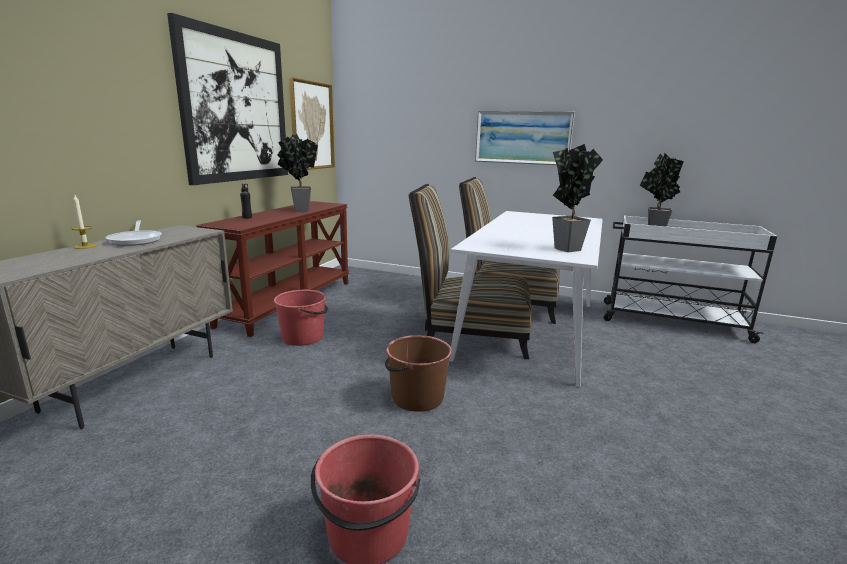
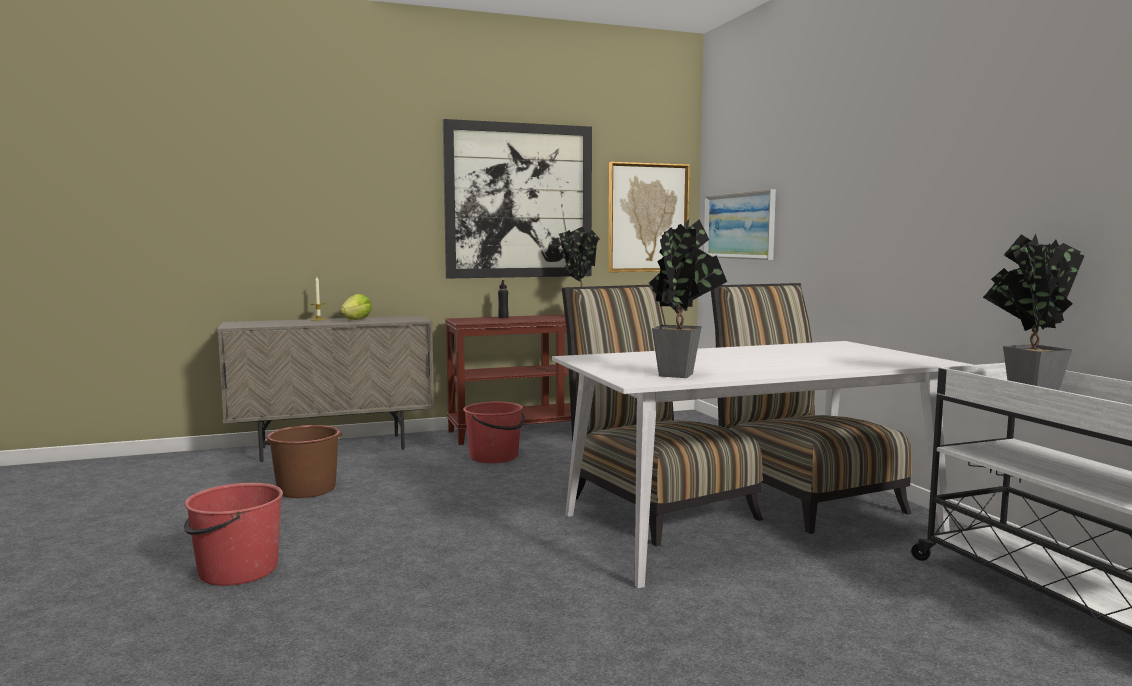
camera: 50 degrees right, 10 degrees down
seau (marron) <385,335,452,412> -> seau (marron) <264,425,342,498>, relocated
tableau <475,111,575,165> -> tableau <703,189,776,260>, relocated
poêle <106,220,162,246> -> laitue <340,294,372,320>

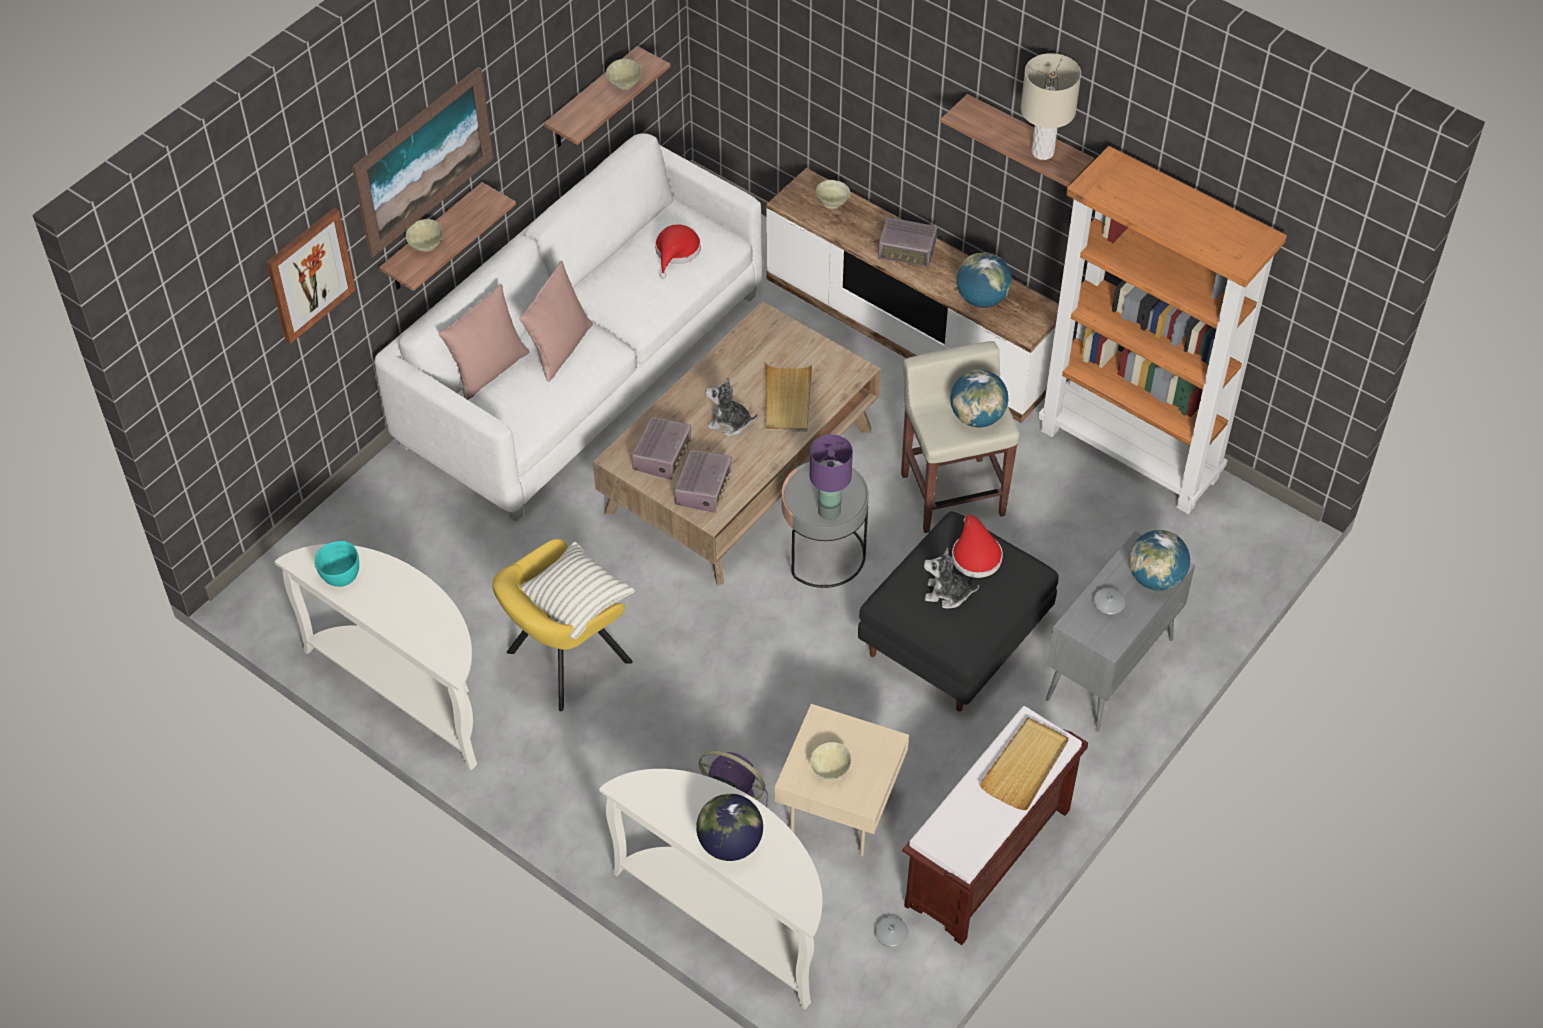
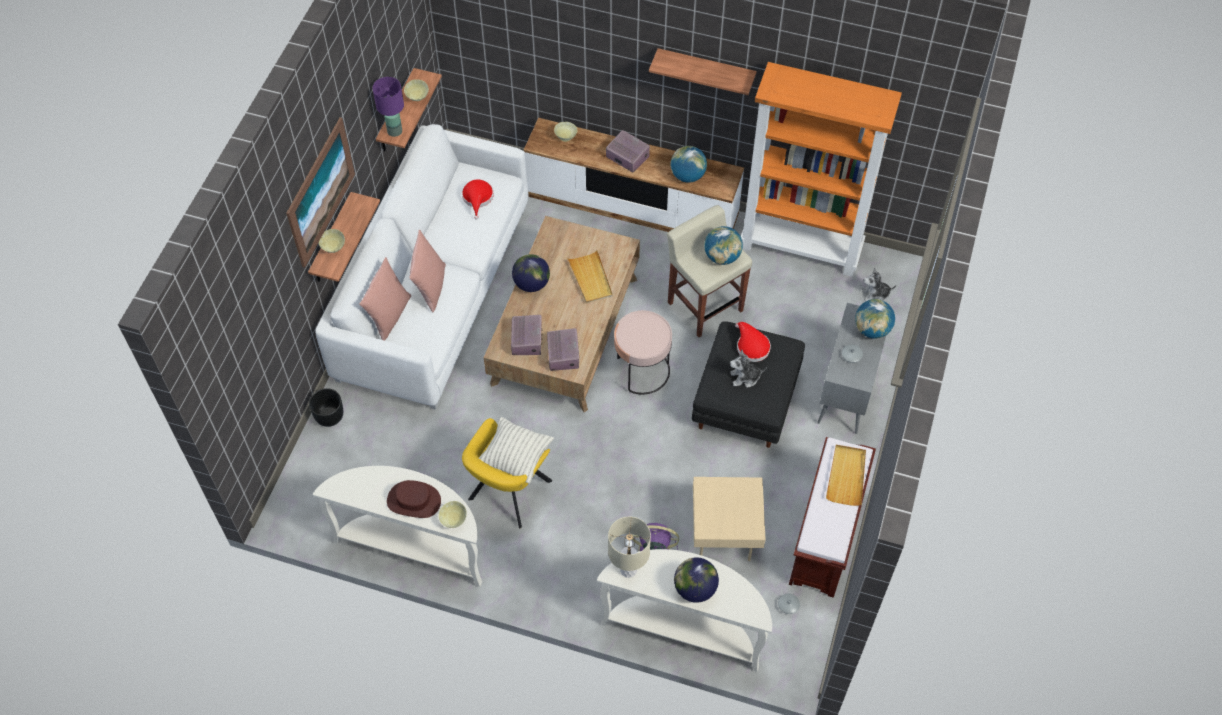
camera: 20 degrees left, 5 degrees up
tableau <266,208,356,344> -> none
bol (turquoise) <315,541,359,587> -> none
none -> cache-pot (noir) <309,388,343,427>
none -> chapeau (marron) <387,480,441,518>
none -> globe <512,254,550,292>
peluche <705,377,758,436> -> peluche <862,268,896,302>, relocated
lampe de table (violet) <810,434,853,520> -> lampe de table (violet) <373,77,404,137>, relocated
bol (beige) <810,742,851,780> -> bol (beige) <439,501,467,528>, relocated
lampe de table (beige) <1021,53,1081,160> -> lampe de table (beige) <608,517,651,578>, relocated
table d'appoint (gris) <782,460,869,588> -> table d'appoint (rose) <614,311,672,394>
radio <878,217,937,268> -> radio <606,130,650,172>, 135 degrees counterclockwise

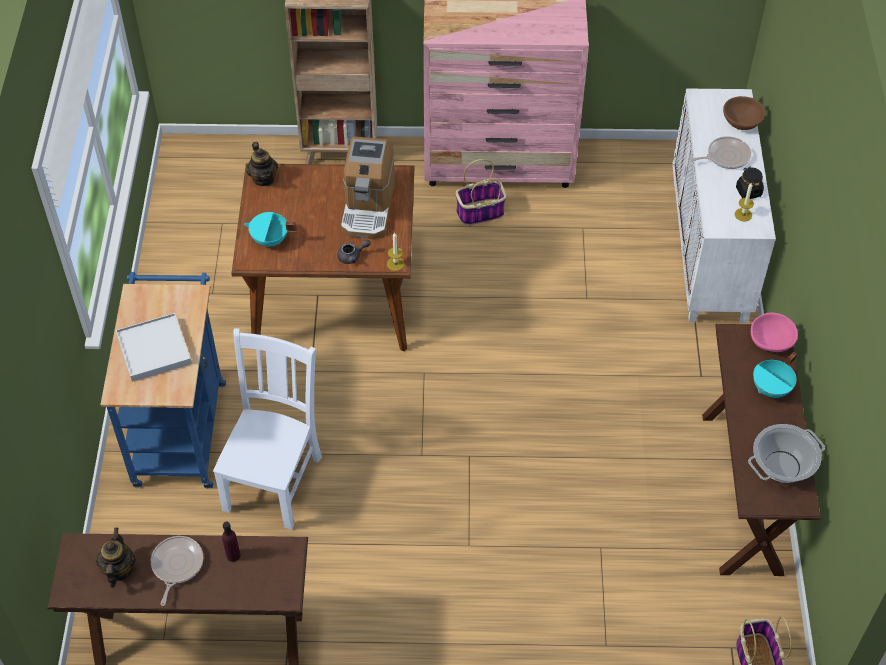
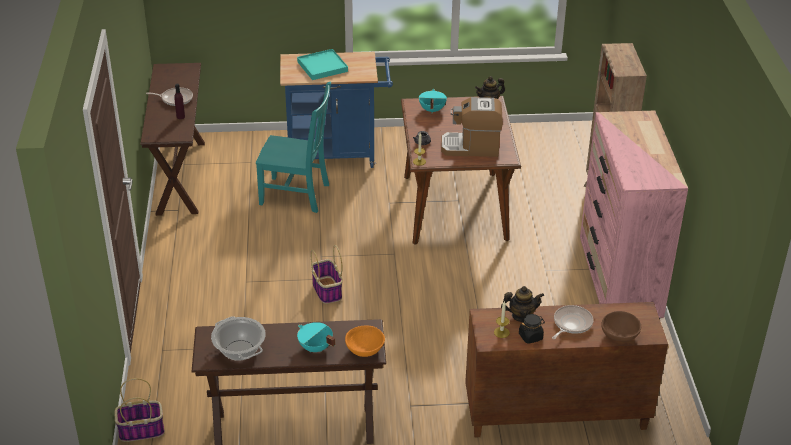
camera: 85 degrees right, 15 degrees down
théière <96,528,136,588> -> théière <501,286,544,322>, relocated
panier <455,159,506,225> -> panier <310,245,343,304>, relocated
plateau (blanc) <116,313,192,382> -> plateau (turquoise) <297,49,348,80>
chaise (blanc) <213,328,322,530> -> chaise (turquoise) <256,81,331,213>
meuble de rangement (blanc) <672,89,776,323> -> meuble de rangement (marron) <465,302,668,437>
bol (rose) <751,312,798,352> -> bol (orange) <345,326,385,357>
poêle <690,136,751,169> -> poêle <552,305,593,339>, 120 degrees counterclockwise

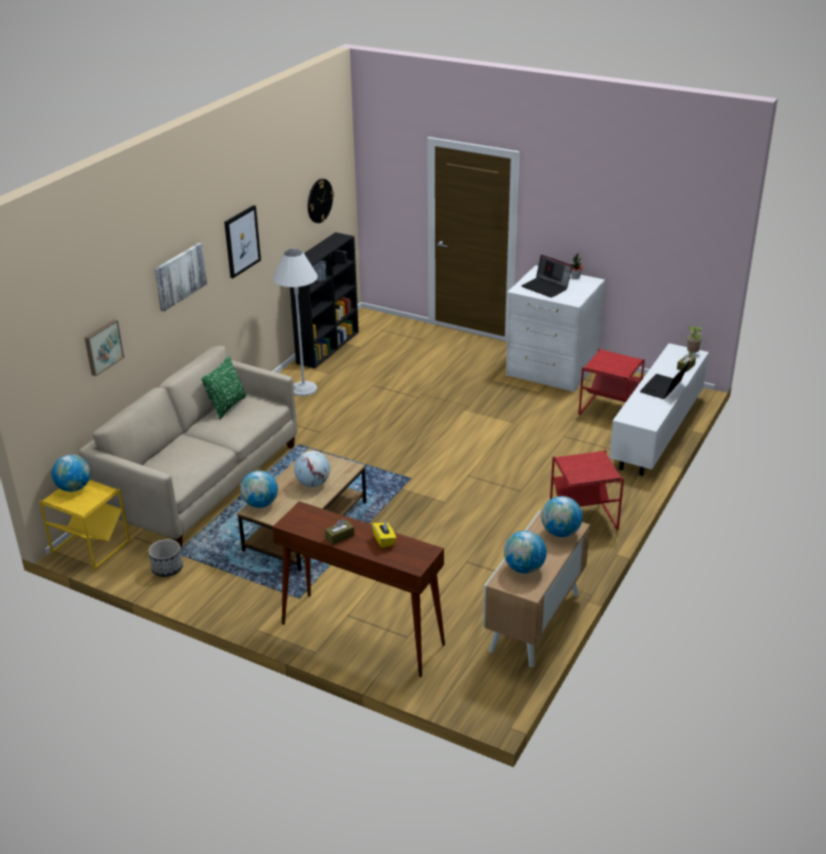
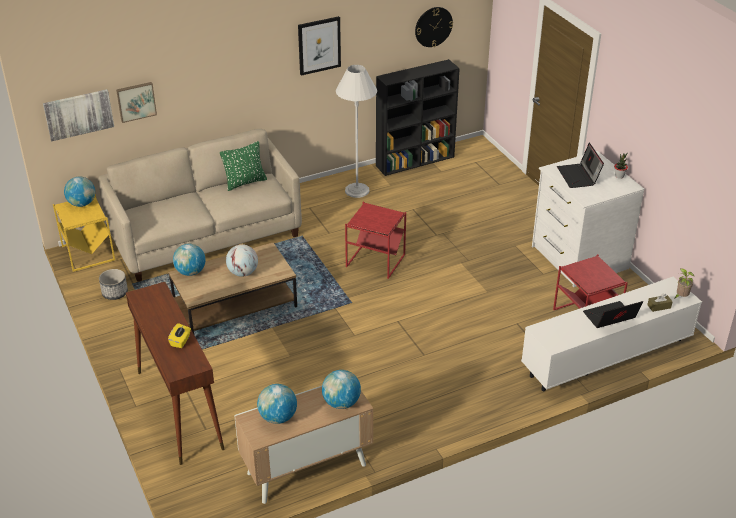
camera: 35 degrees right, 5 degrees up
boîte à mouchoirs (marron) <325,519,355,545> -> none
tableau <154,243,207,312> -> tableau <43,89,114,141>, relocated
table d'appoint (rouge) <550,450,624,530> -> table d'appoint (rouge) <345,202,406,279>, relocated

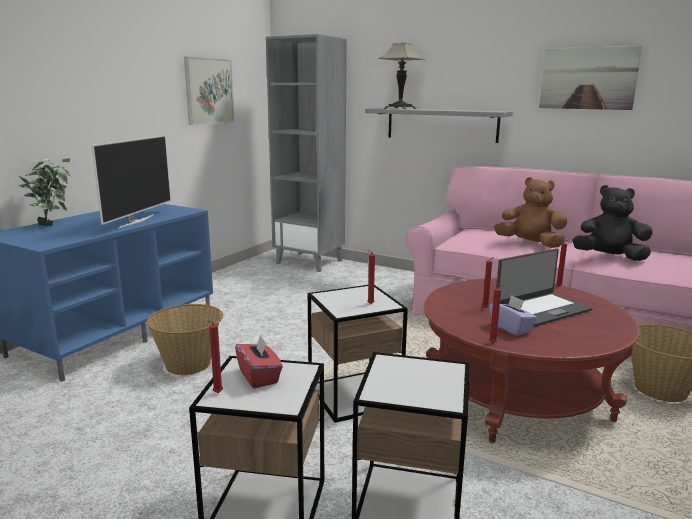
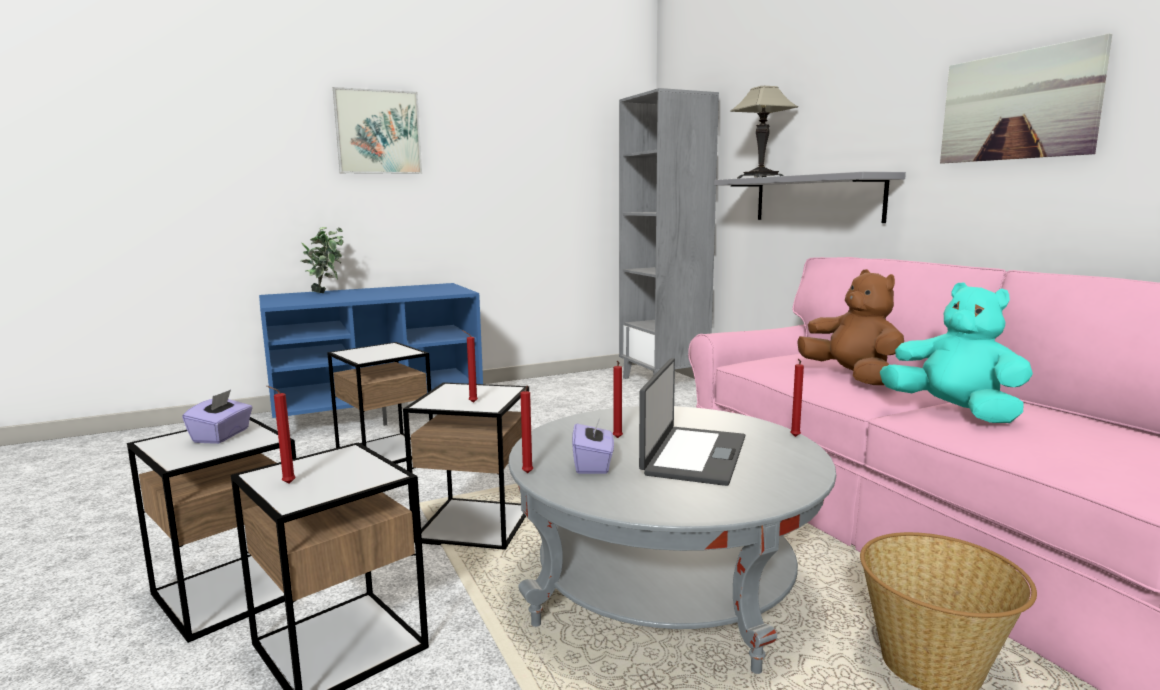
camera: 35 degrees right, 5 degrees down
téléviseur <91,135,171,228> -> none
tableau <184,56,234,125> -> tableau <333,87,422,174>, relocated
bougie (rouge) <207,321,223,393> -> bougie (rouge) <267,386,296,484>, relocated
panier <146,304,223,375> -> table d'appoint <327,342,433,464>
boîte à mouchoirs (rouge) <235,334,283,389> -> boîte à mouchoirs (violet) <182,390,253,444>
table basse (rouge) <424,278,640,443> -> table basse (gris) <508,406,836,674>
peluche (noir) <572,185,652,261> -> peluche (turquoise) <880,282,1033,423>
ordinateur portable <496,248,593,327> -> ordinateur portable <639,358,745,486>, 75 degrees counterclockwise

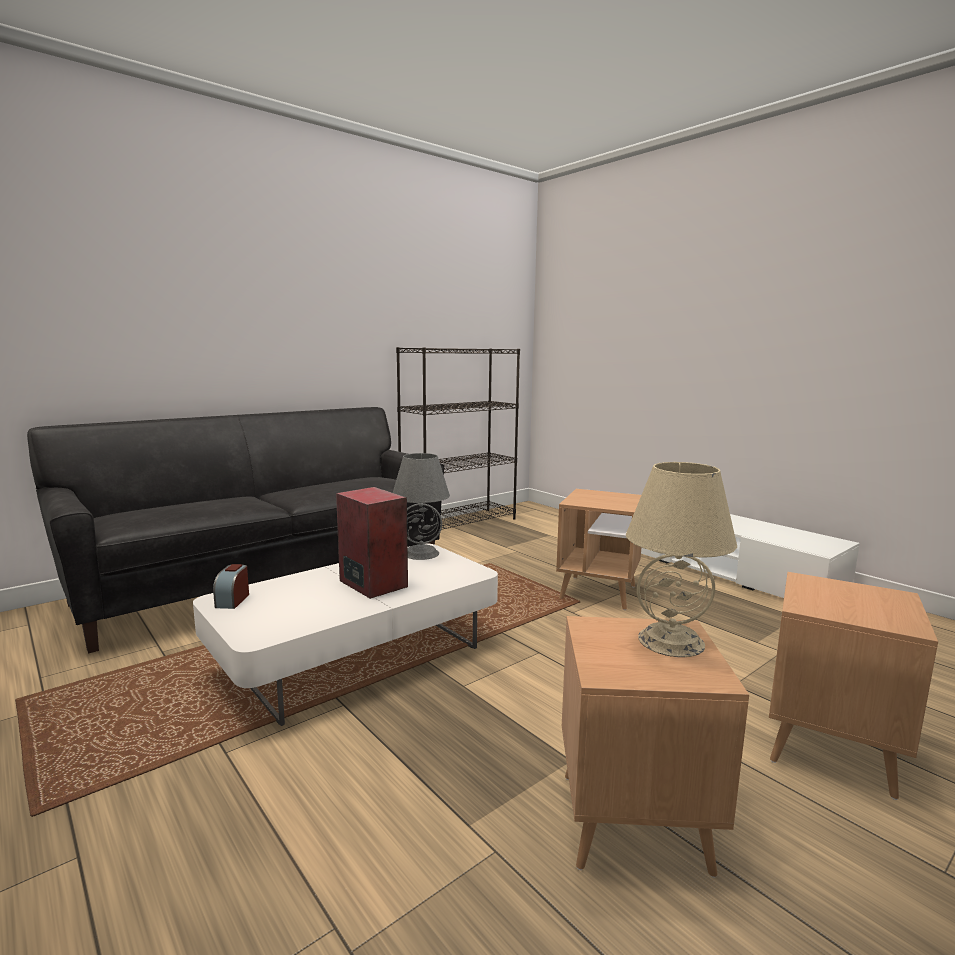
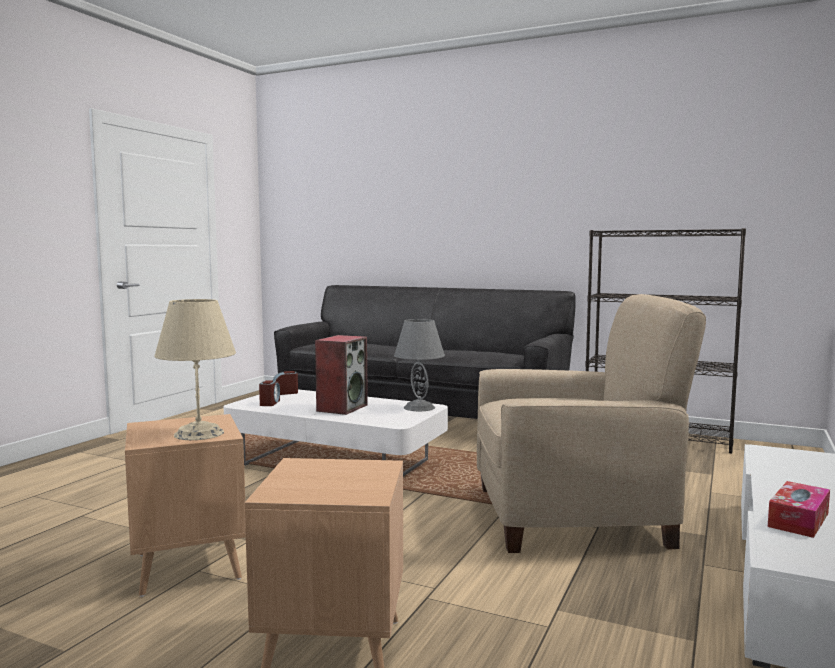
camera: 65 degrees right, 5 degrees down
none -> réveil <259,381,280,406>
none -> boîte à mouchoirs <768,481,830,538>
table d'appoint (marron) <556,489,641,610> -> fauteuil (beige) <477,294,706,553>

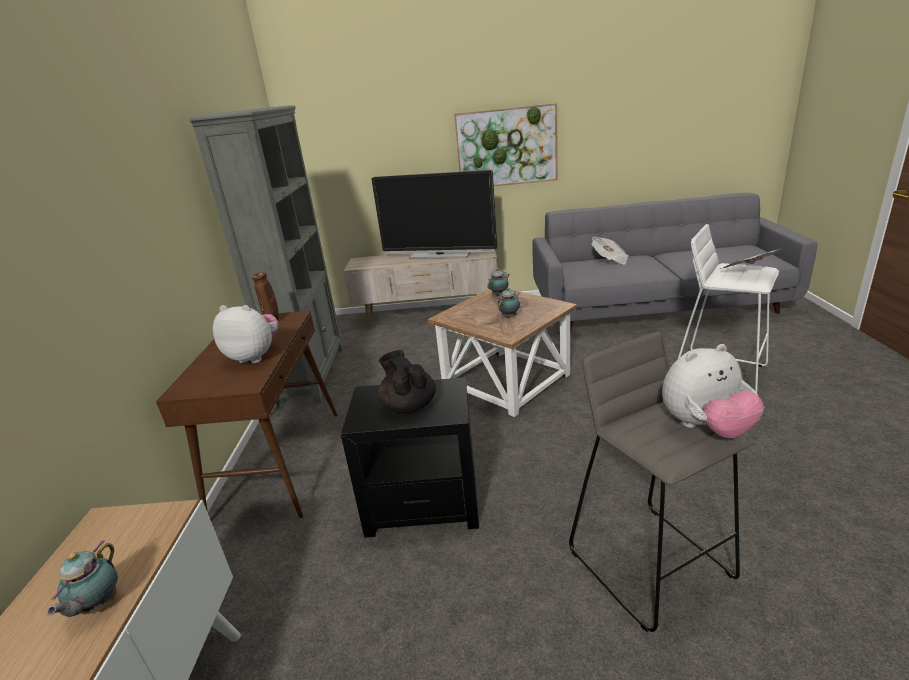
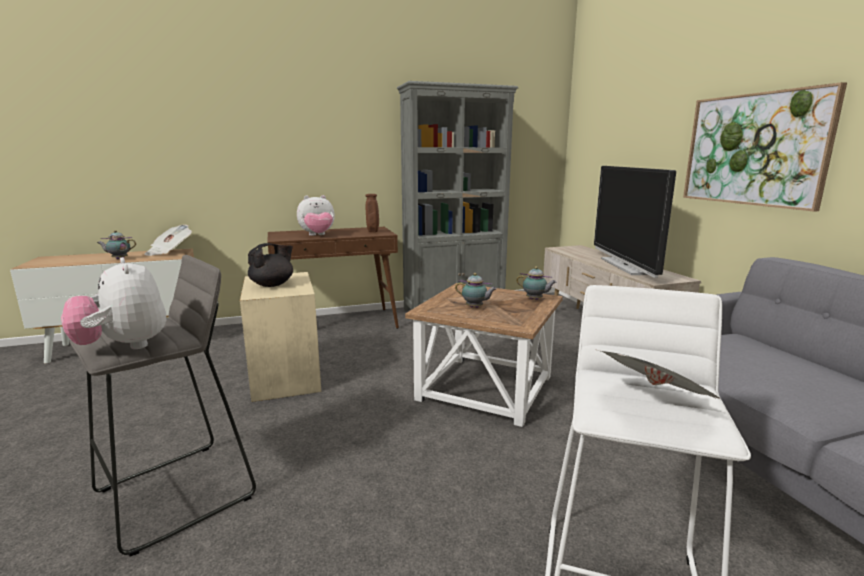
camera: 70 degrees right, 10 degrees down
journal <592,237,629,265> -> journal <144,225,192,256>, relocated
table d'appoint (noir) <341,377,479,538> -> table d'appoint (beige) <240,272,322,402>
peluche <213,305,279,363> -> peluche <297,195,335,236>, 75 degrees clockwise

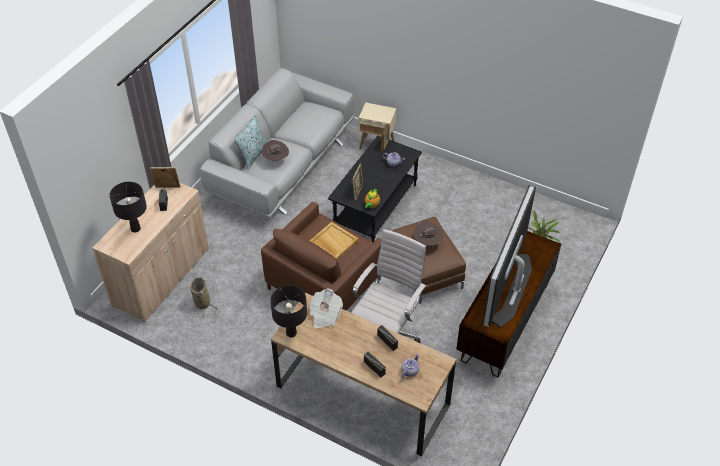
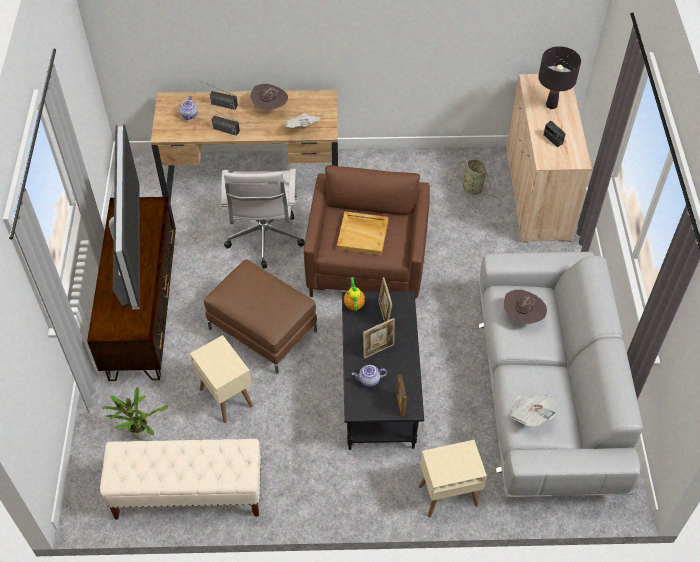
camera: 150 degrees right, 5 degrees up
coussin <234,115,268,170> -> none
lampe de table (noir) <270,286,307,337> -> none
none -> banc (beige) <100,439,262,519>
none -> table d'appoint (beige) <190,335,253,423>
none -> journal <509,395,558,426>
cadre photo <150,167,181,188> -> cadre photo <363,318,395,359>, relocated
chapeau (marron) <414,221,443,246> -> chapeau (marron) <250,84,288,110>, relocated

